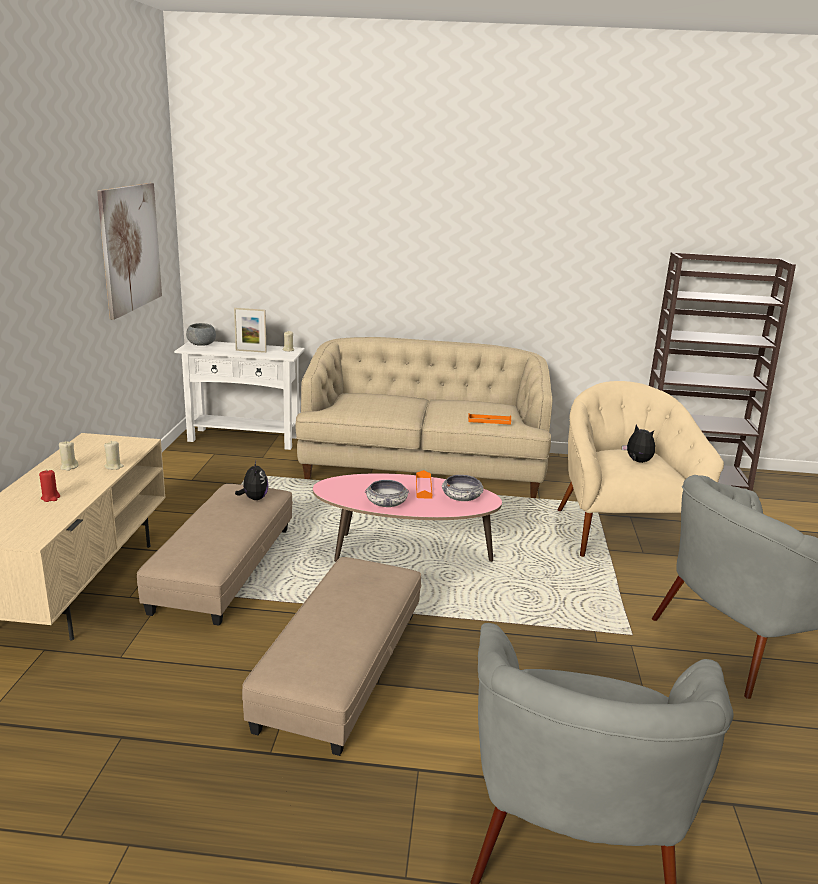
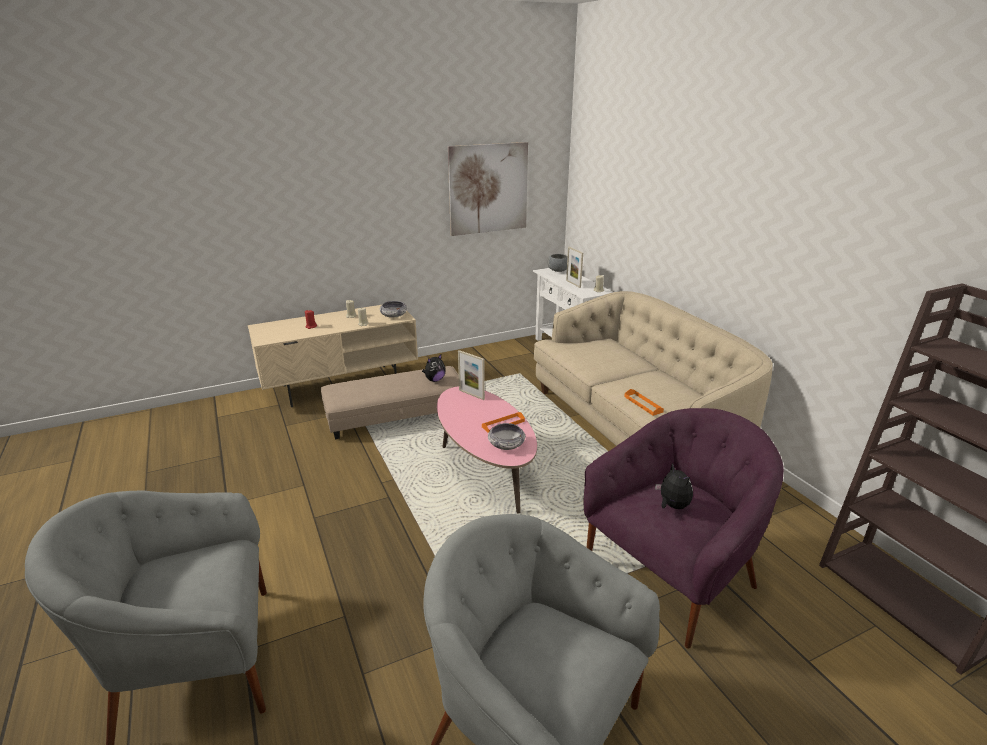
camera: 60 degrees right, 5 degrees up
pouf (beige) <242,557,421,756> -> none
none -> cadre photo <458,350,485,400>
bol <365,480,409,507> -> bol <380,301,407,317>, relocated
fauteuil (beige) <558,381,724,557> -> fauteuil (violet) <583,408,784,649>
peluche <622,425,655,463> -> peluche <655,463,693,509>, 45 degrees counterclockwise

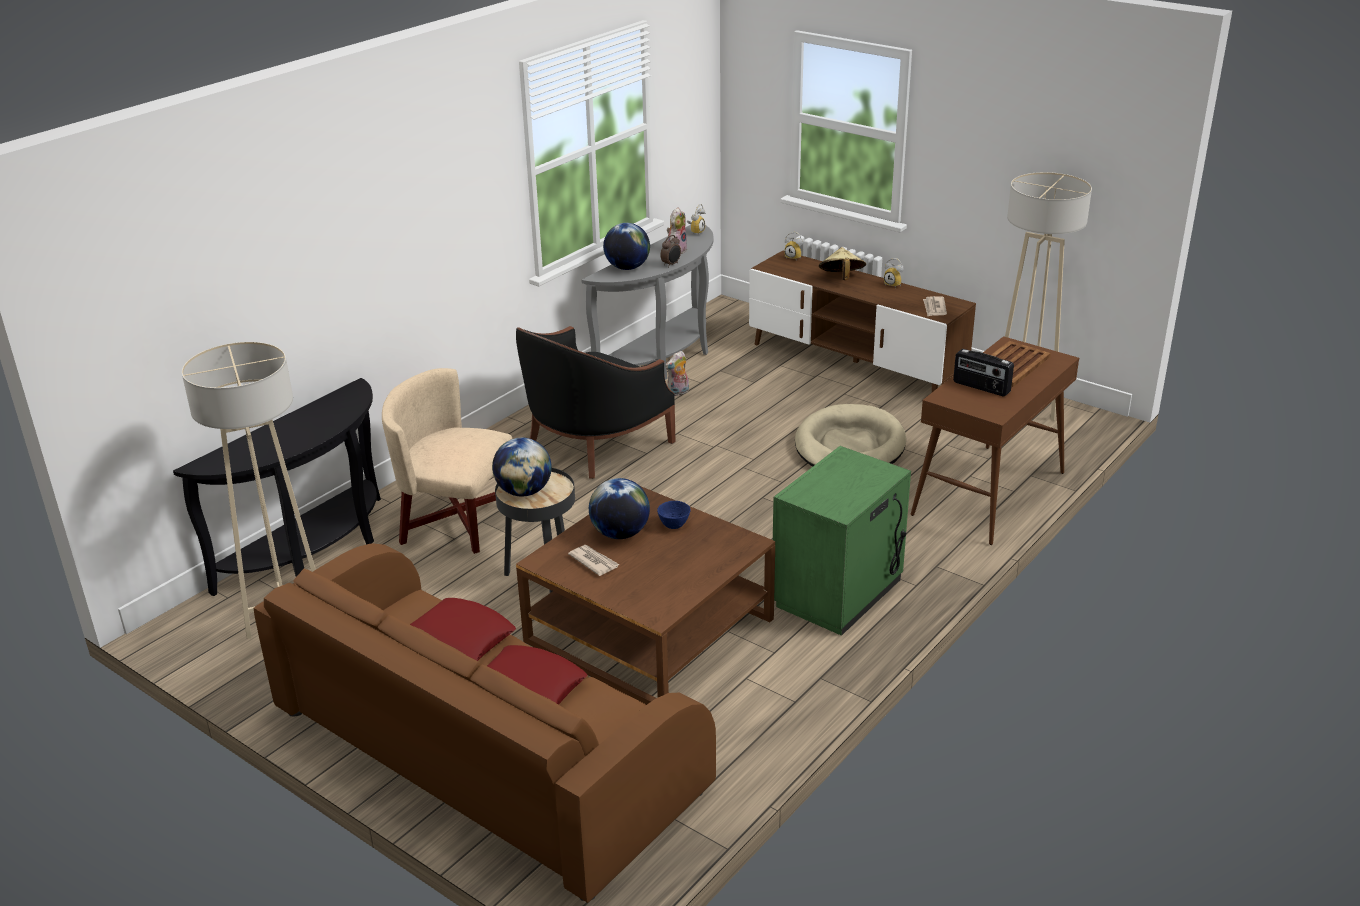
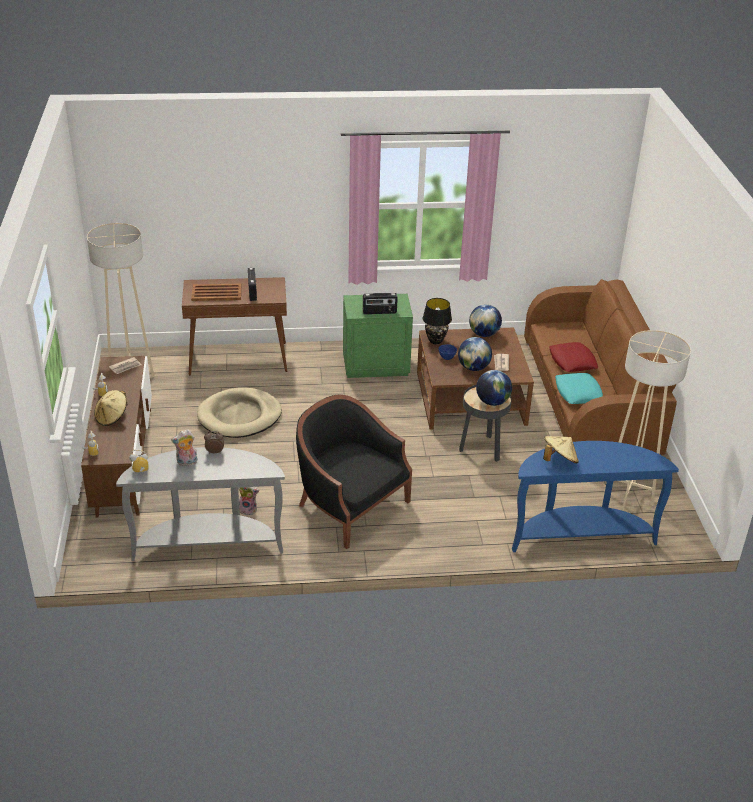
camera: 135 degrees left, 5 degrees up
fauteuil (beige) <382,368,512,554> -> none
none -> radio <363,293,398,314>
none -> lampe de table (noir) <423,298,452,344>
none -> chapeau (beige) <543,436,579,463>
globe <603,223,650,270> -> globe <469,304,502,337>, relocated
table console (noir) <173,378,381,596> -> table console (bleu) <512,441,679,552>
coussin (rouge) <410,598,516,661> -> coussin (turquoise) <555,373,603,404>
fauteuil (noir) <516,326,675,479> -> fauteuil (noir) <296,395,412,549>, 135 degrees counterclockwise

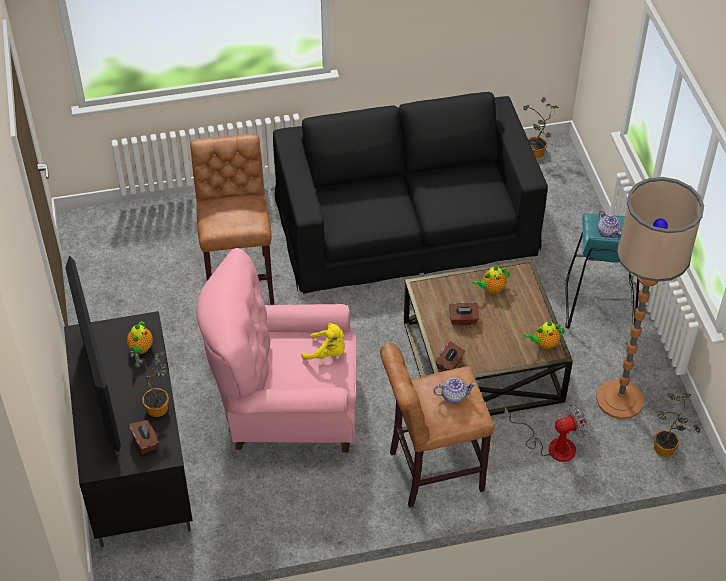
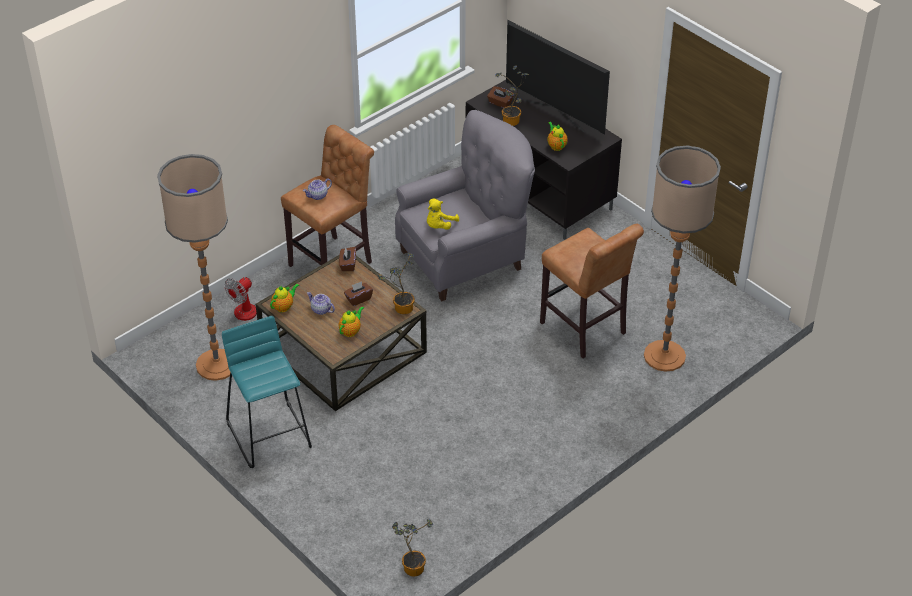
camera: 150 degrees right, 5 degrees down
canapé (noir) <273,92,548,294> -> none
none -> lampadaire <644,145,721,372>
théière <598,210,621,238> -> théière <307,292,335,315>, relocated
plante en pot <654,393,700,457> -> plante en pot <378,253,415,314>, relocated
fauteuil (rose) <197,248,356,452> -> fauteuil (gris) <395,110,535,301>
peluche (jaune) <301,323,345,360> -> peluche (jaune) <427,199,459,230>, 45 degrees counterclockwise

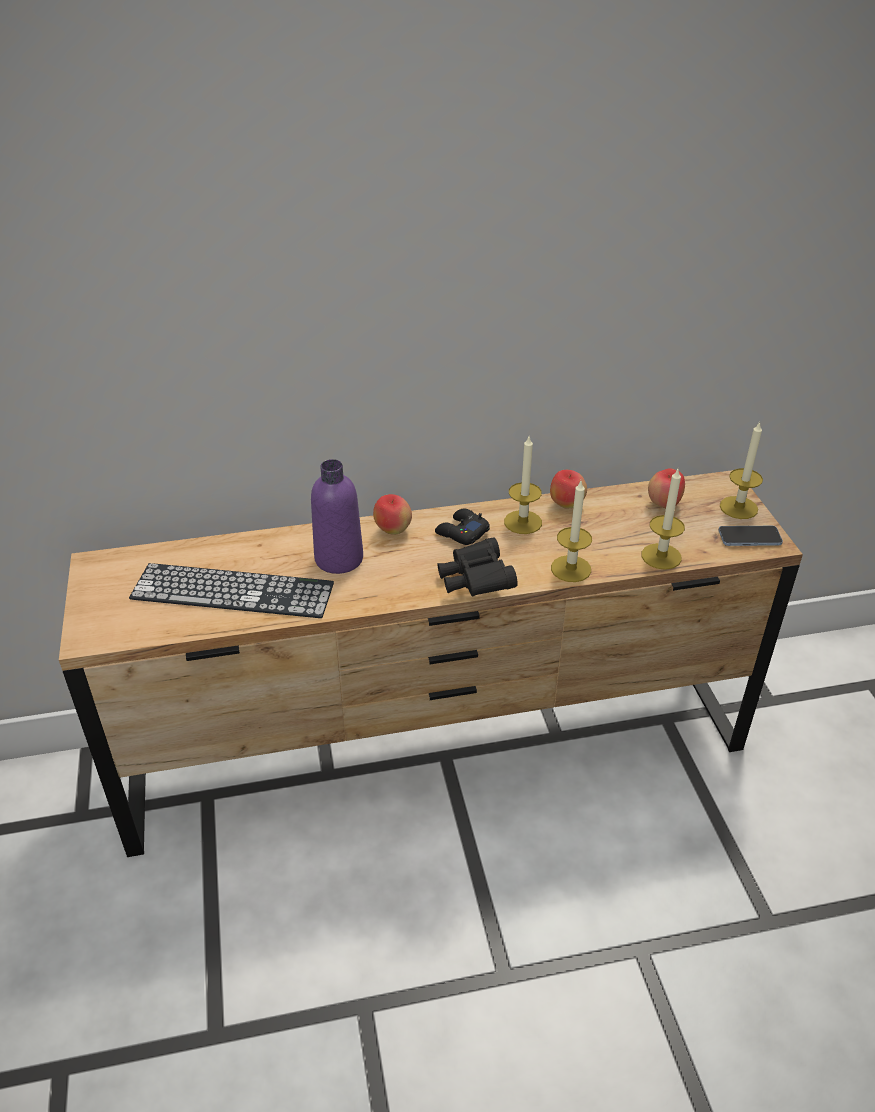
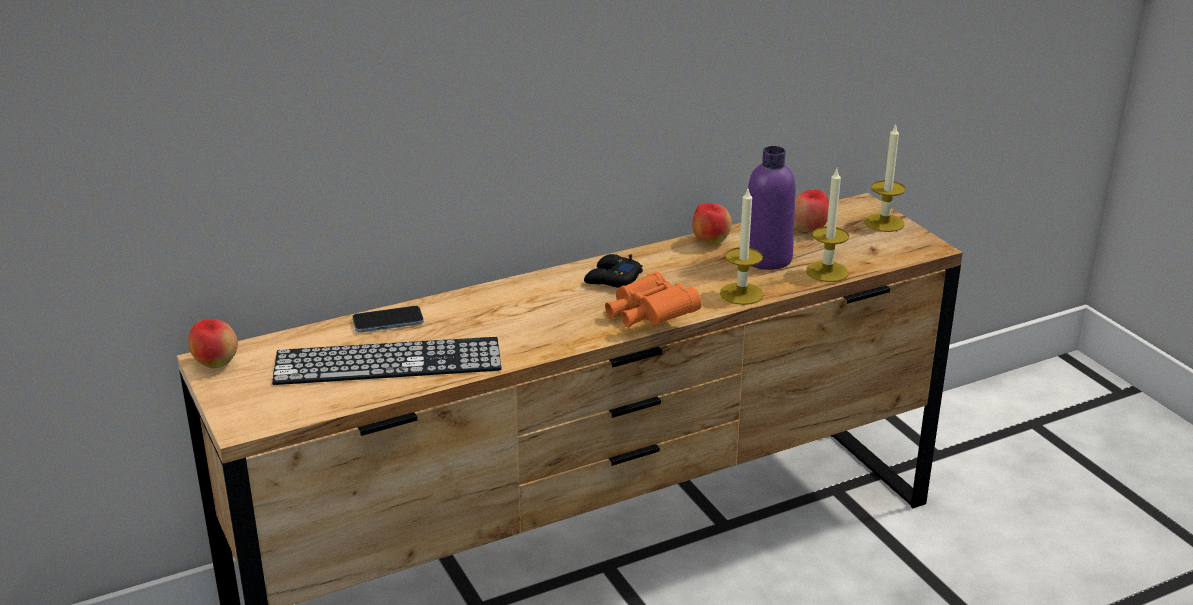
camera: 15 degrees left, 10 degrees down
bougie <504,437,542,534> -> none
bouteille (violet) <311,459,363,574> -> bouteille (violet) <748,146,796,270>, relocated
pomme <373,494,412,535> -> pomme <188,319,238,368>, relocated
téléphone <719,526,783,546> -> téléphone <353,306,424,332>, relocated
jumelles (noir) <437,537,518,597> -> jumelles (orange) <605,272,702,328>

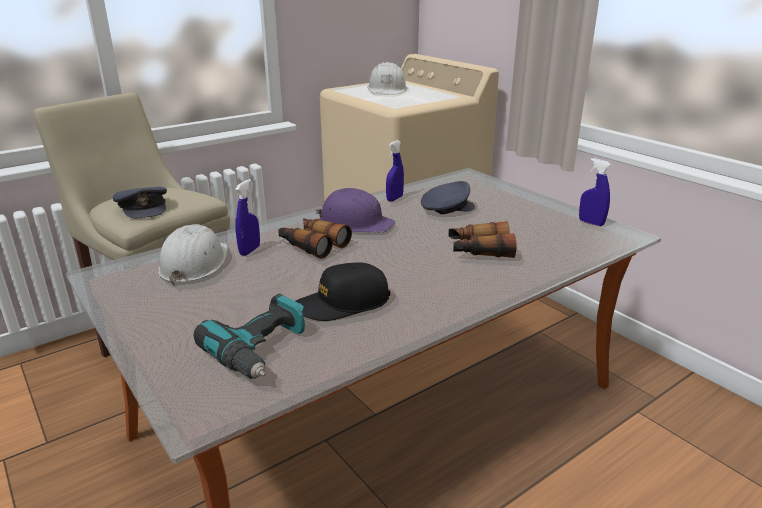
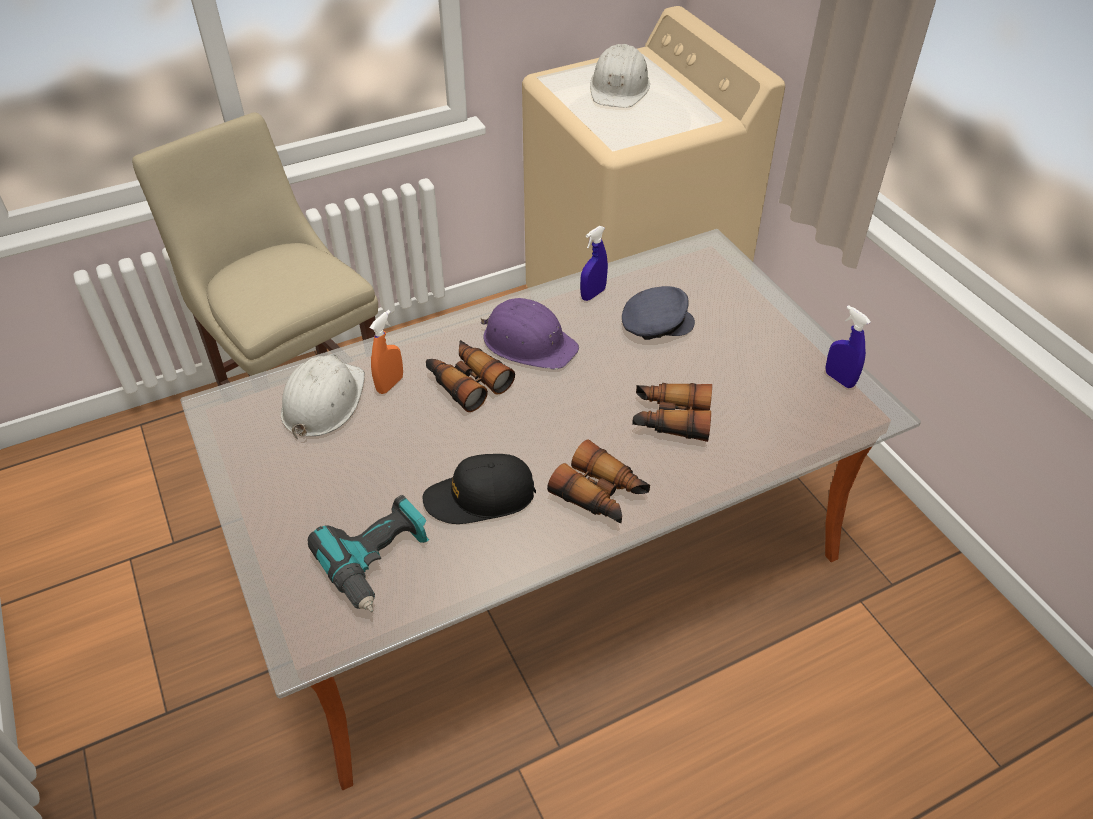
camera: 10 degrees right, 20 degrees up
casquette (gris) <113,187,167,218> -> none
none -> jumelles <547,439,650,523>
vaporisateur (bleu) <235,179,260,256> -> vaporisateur (orange) <369,310,403,394>

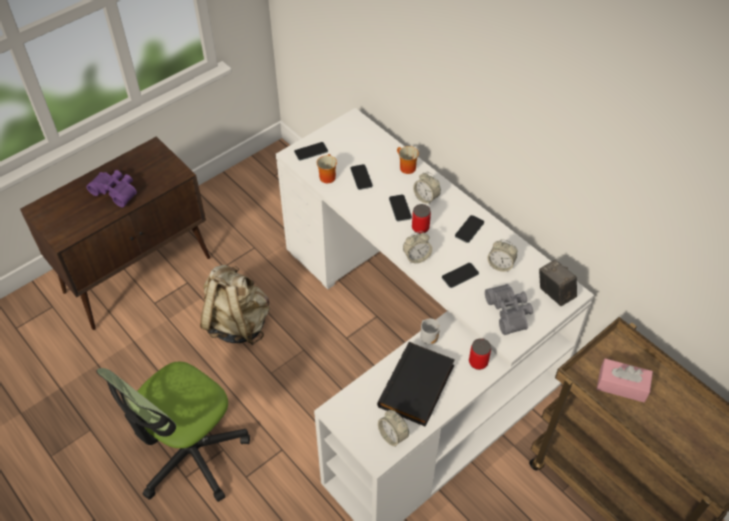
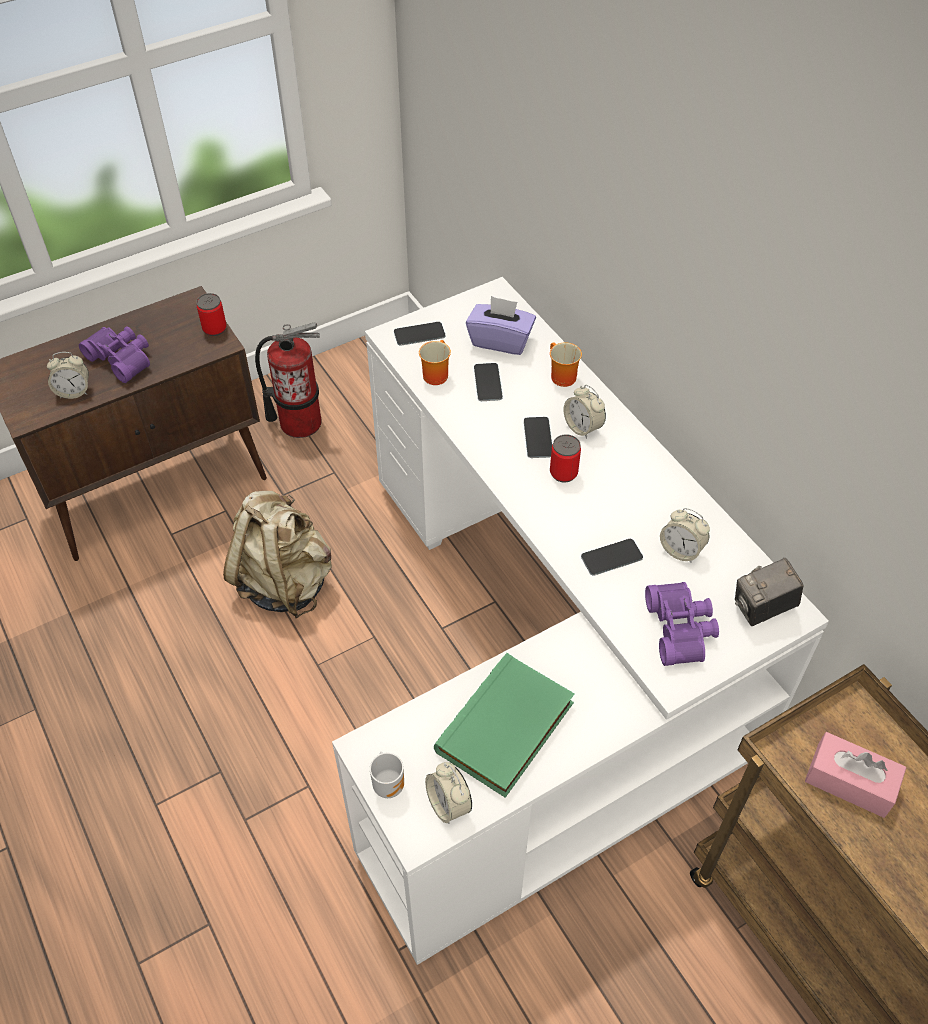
camera: 10 degrees right, 0 degrees up
chaise de bureau <97,362,250,502> -> none
téléphone <455,215,484,243> -> none
none -> extincteur <255,322,321,438>
none -> boîte à mouchoirs (violet) <466,296,536,355>
réveil <403,231,432,263> -> réveil <47,352,89,399>, relocated
mug <420,318,440,345> -> mug <370,752,404,798>, relocated
boîte métallique <469,338,491,370> -> boîte métallique <196,293,227,336>, relocated
livre (noir) <377,342,455,427> -> livre (vert) <434,653,574,798>
jumelles (gris) <485,284,533,335> -> jumelles (violet) <645,582,719,666>
appareil photo <539,260,577,306> -> appareil photo <735,558,804,626>, 90 degrees counterclockwise

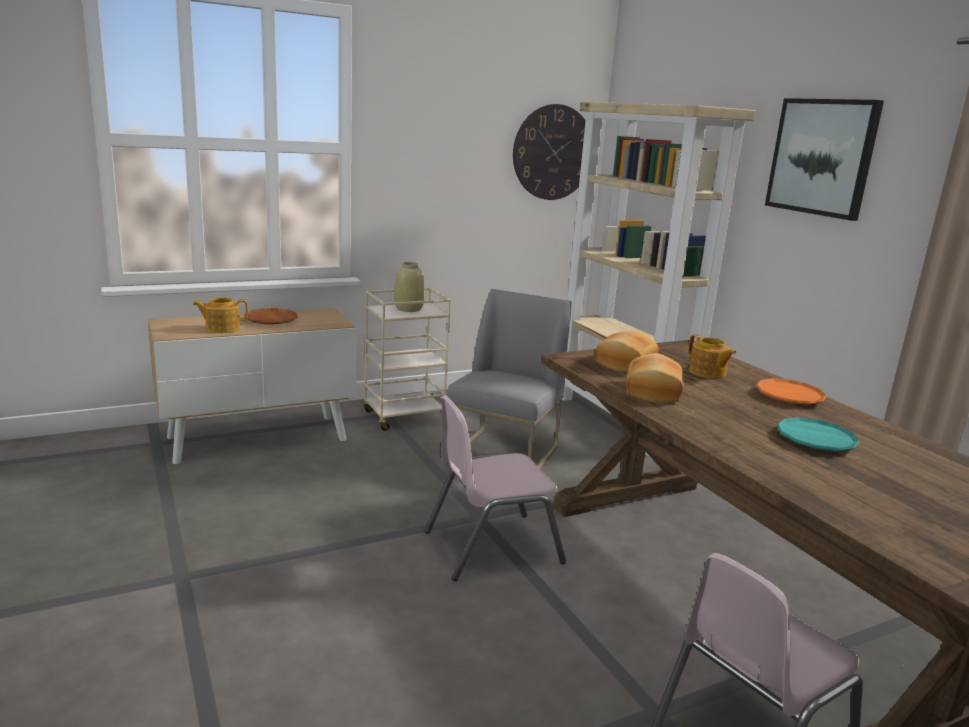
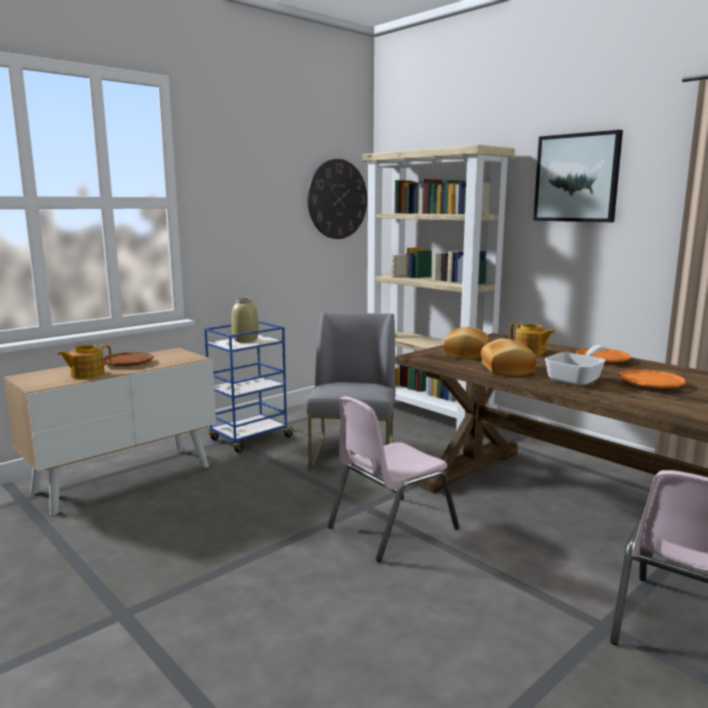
camera: 15 degrees left, 5 degrees down
none -> poêle <545,345,606,386>
chariot (beige) <362,288,451,431> -> chariot (bleu) <204,321,295,453>
assiette (turquoise) <777,417,860,451> -> assiette (orange) <620,369,686,389>

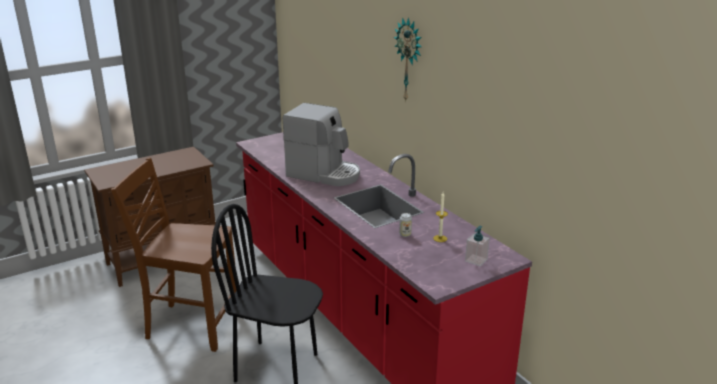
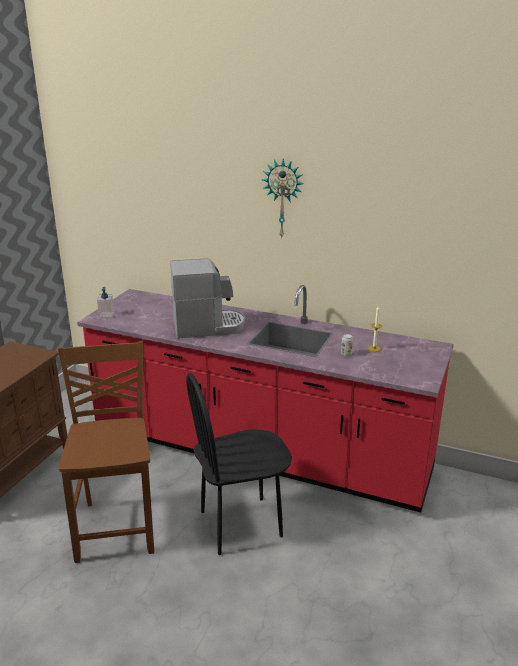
camera: 35 degrees left, 0 degrees up
distributeur de savon <465,226,490,266> -> distributeur de savon <97,287,114,317>, relocated
chaise (marron) <111,158,237,352> -> chaise (marron) <58,341,154,563>, 105 degrees clockwise

